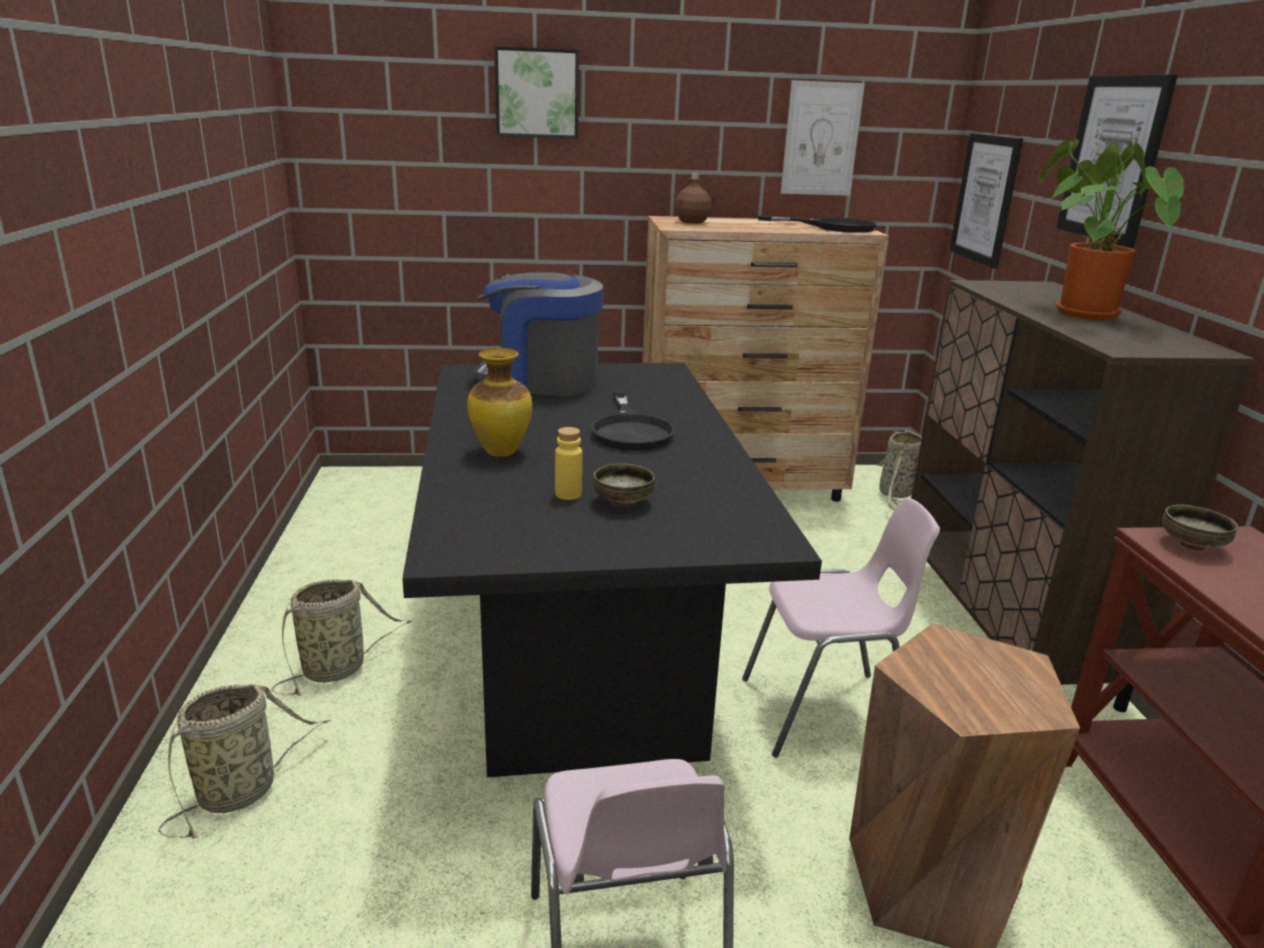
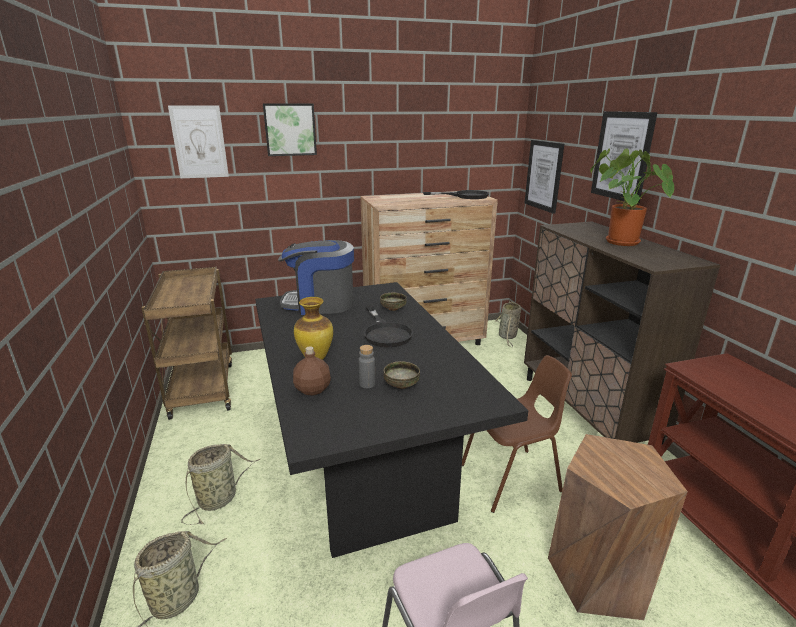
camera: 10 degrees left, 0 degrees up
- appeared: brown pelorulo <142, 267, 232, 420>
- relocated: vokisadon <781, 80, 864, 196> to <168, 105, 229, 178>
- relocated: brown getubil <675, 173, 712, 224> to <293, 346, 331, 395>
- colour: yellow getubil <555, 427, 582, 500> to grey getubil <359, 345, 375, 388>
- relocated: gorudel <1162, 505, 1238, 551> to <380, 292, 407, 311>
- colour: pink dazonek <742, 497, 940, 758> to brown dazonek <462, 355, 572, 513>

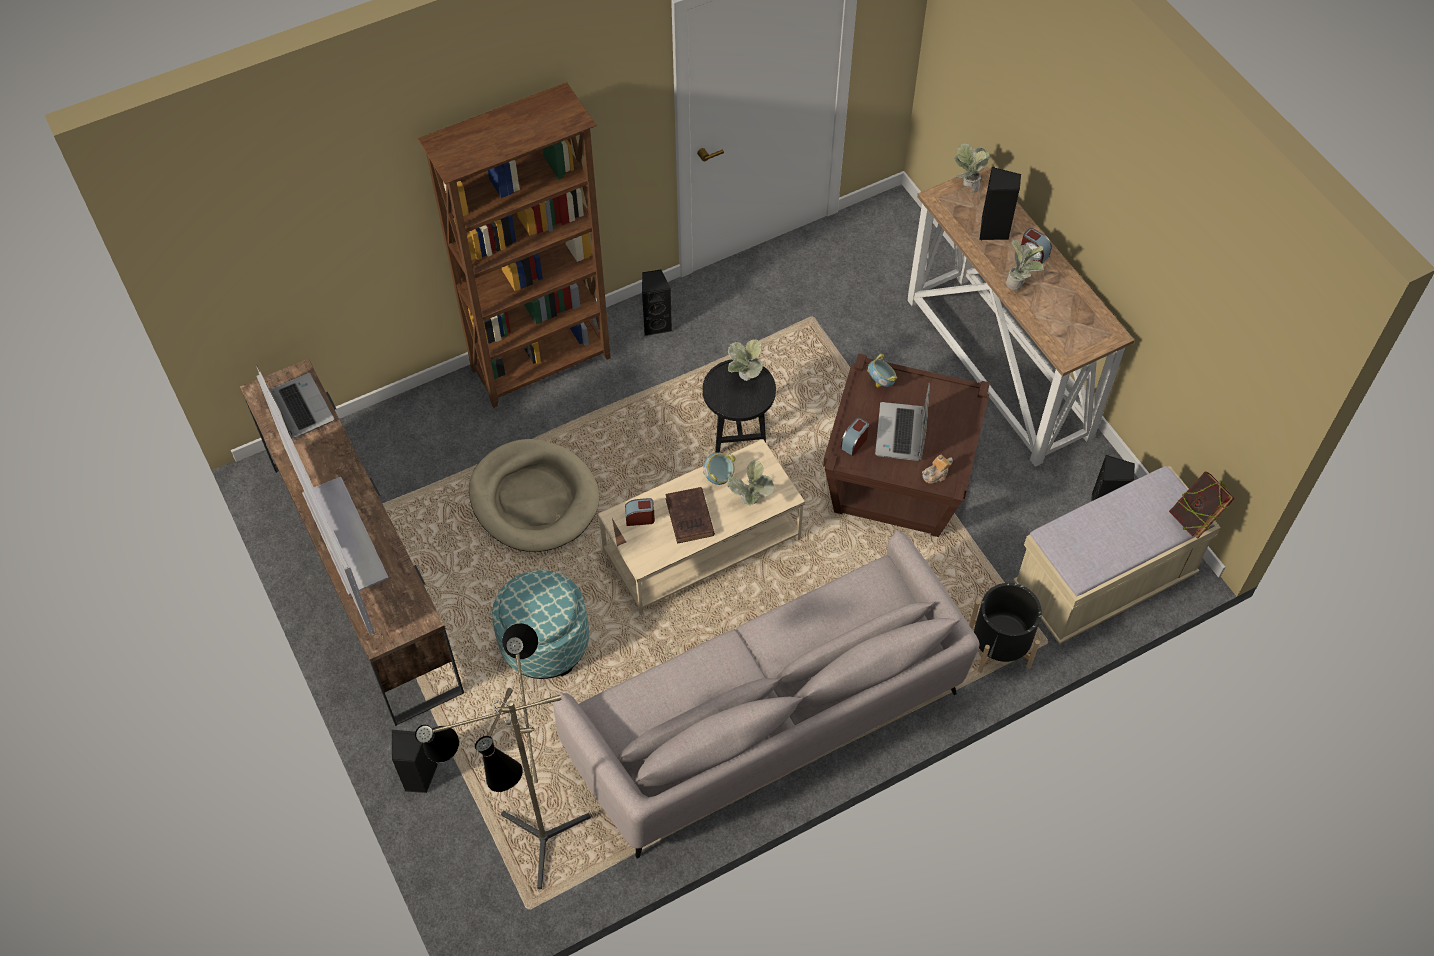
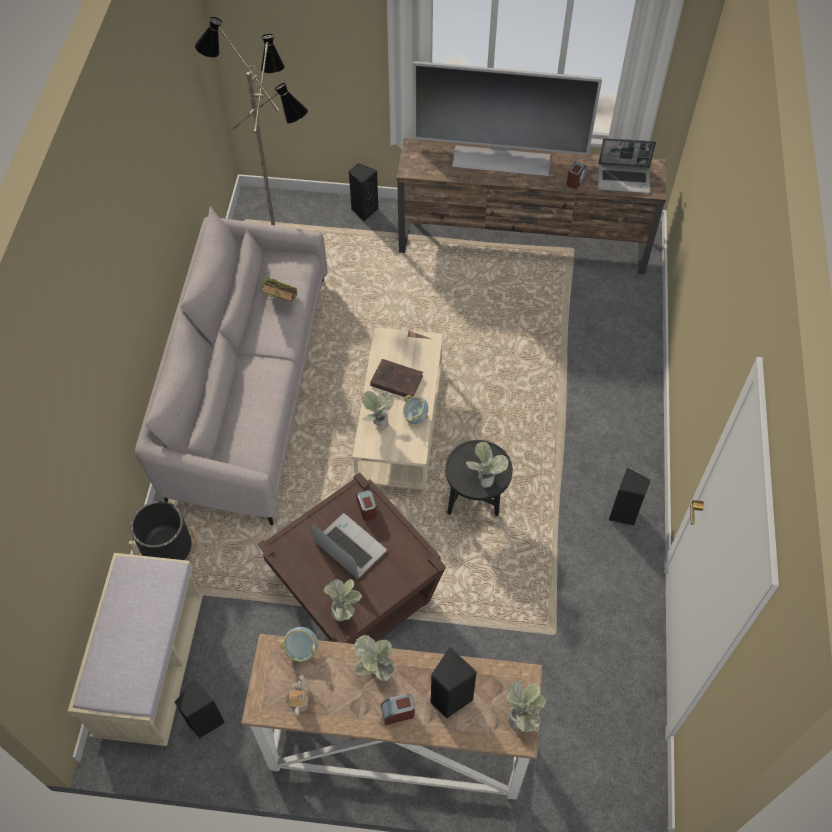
camera: 125 degrees right, 0 degrees up
- relocated: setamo <1169, 471, 1235, 539> to <261, 278, 297, 302>
- relocated: gorudel <867, 354, 897, 387> to <280, 627, 318, 662>
- relocated: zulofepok <922, 455, 953, 484> to <289, 675, 310, 716>
- appeared: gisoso <324, 579, 362, 621>
- relocated: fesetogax <625, 498, 655, 526> to <567, 161, 587, 189>
- missing: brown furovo <418, 82, 611, 408>
- missing: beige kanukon <469, 439, 599, 552>
- missing: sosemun <492, 570, 589, 679>

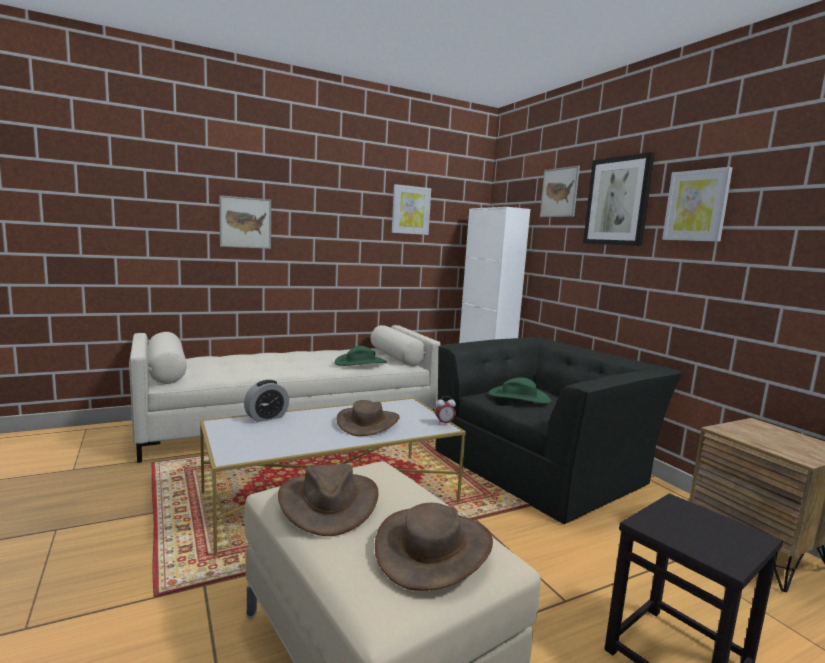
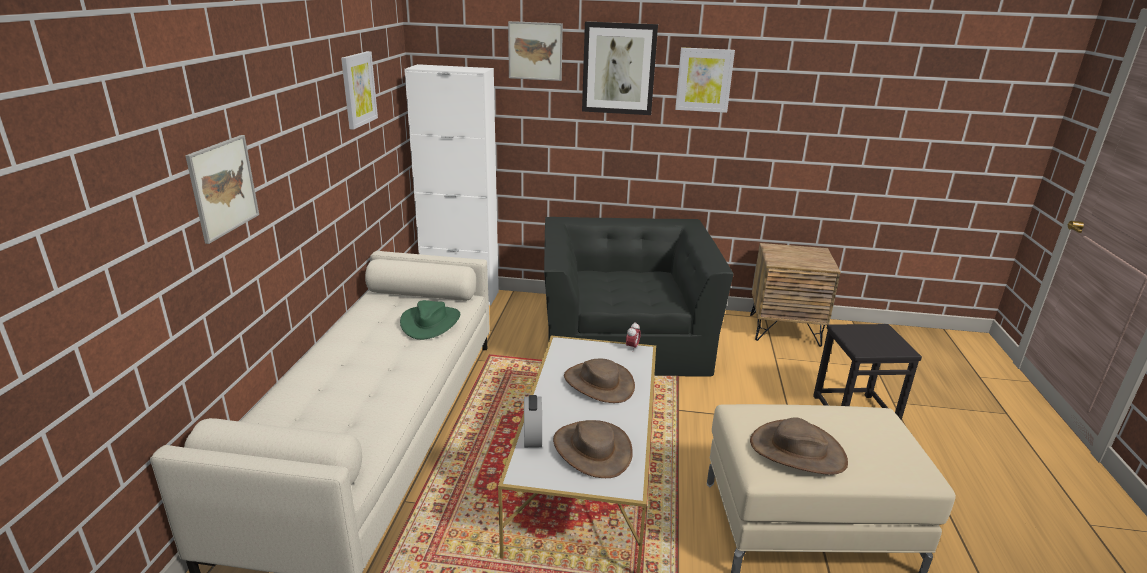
camera: 55 degrees left, 15 degrees up
- relocated: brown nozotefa <375, 503, 493, 591> to <553, 420, 633, 478>
- missing: green nozotefa <488, 377, 551, 404>

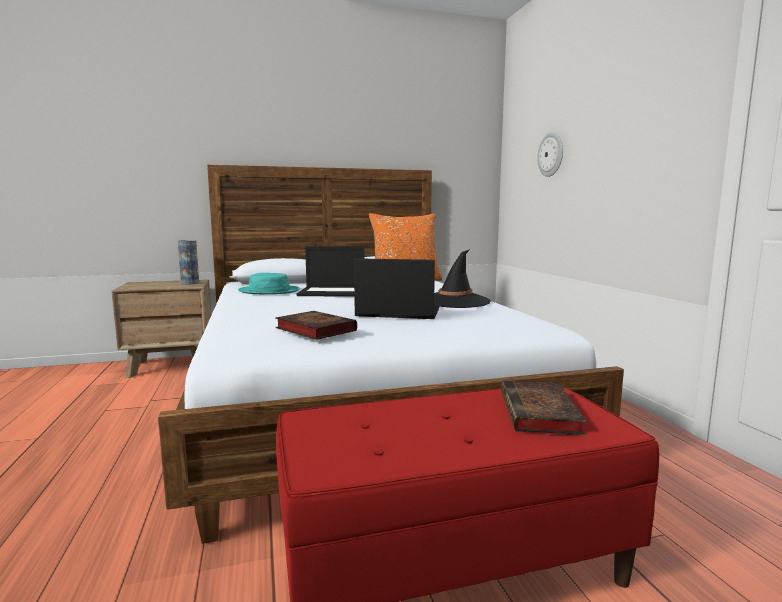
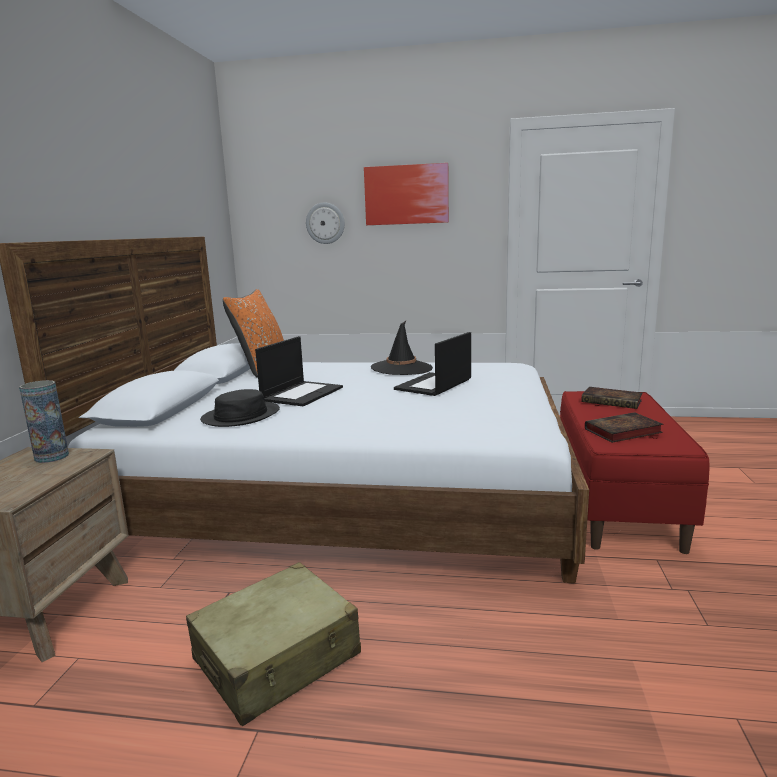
camera: 65 degrees left, 5 degrees up
- appeared: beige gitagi <186, 562, 361, 726>
- colour: turquoise nozotefa <238, 273, 300, 294> to black nozotefa <200, 389, 280, 427>
- appeared: vokisadon <364, 163, 449, 225>
- relocated: setamo <275, 311, 357, 340> to <585, 412, 663, 443>

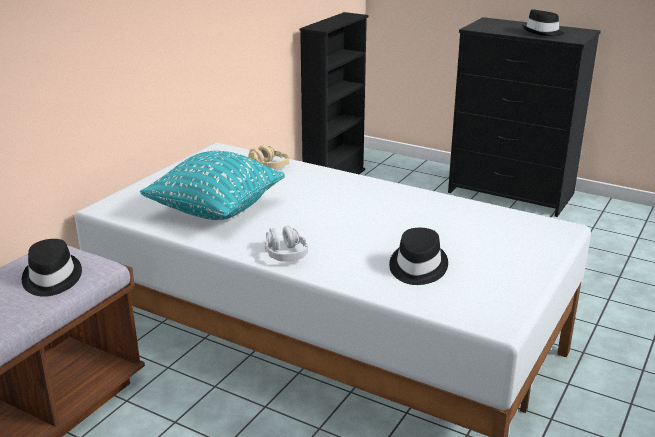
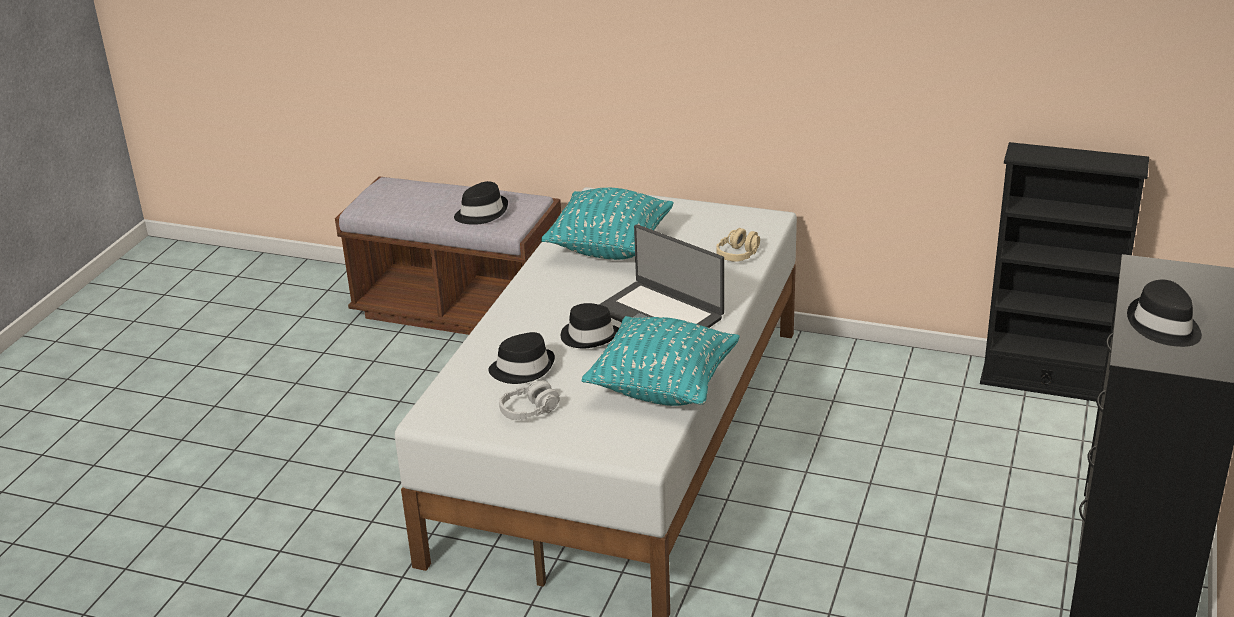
camera: 80 degrees right, 5 degrees up
- relocated: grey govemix <265, 226, 308, 262> to <499, 381, 560, 420>
- appeared: black nozotefa <561, 303, 619, 348>
- appeared: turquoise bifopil <582, 316, 740, 406>
- appeared: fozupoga <599, 225, 724, 328>

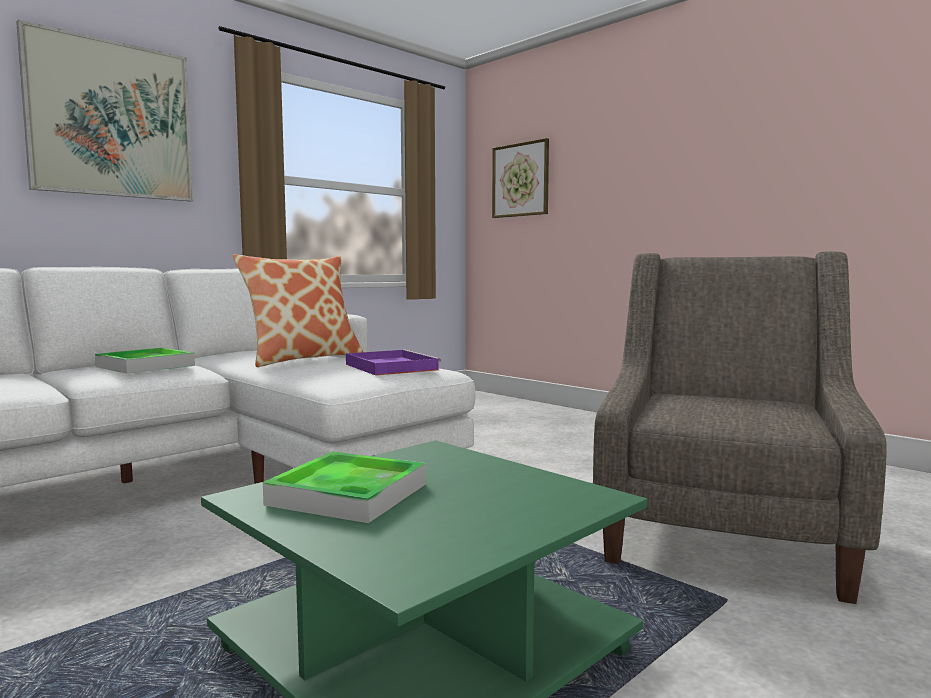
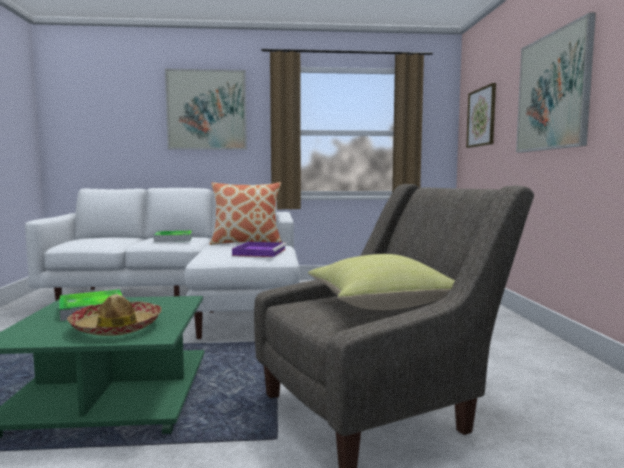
camera: 40 degrees right, 0 degrees up
- appeared: nozotefa <67, 294, 162, 336>
- appeared: yellow bifopil <308, 254, 455, 310>
- appeared: vokisadon <516, 12, 596, 153>

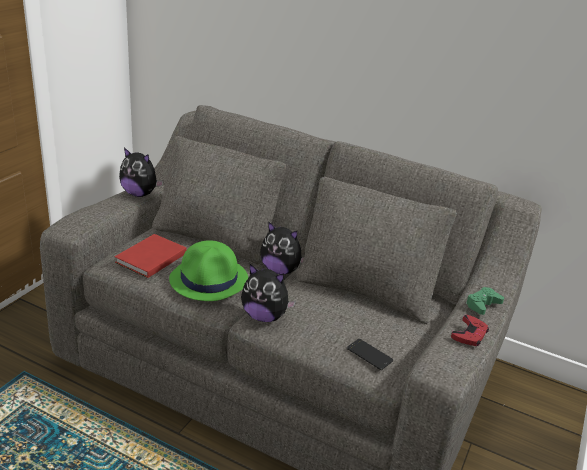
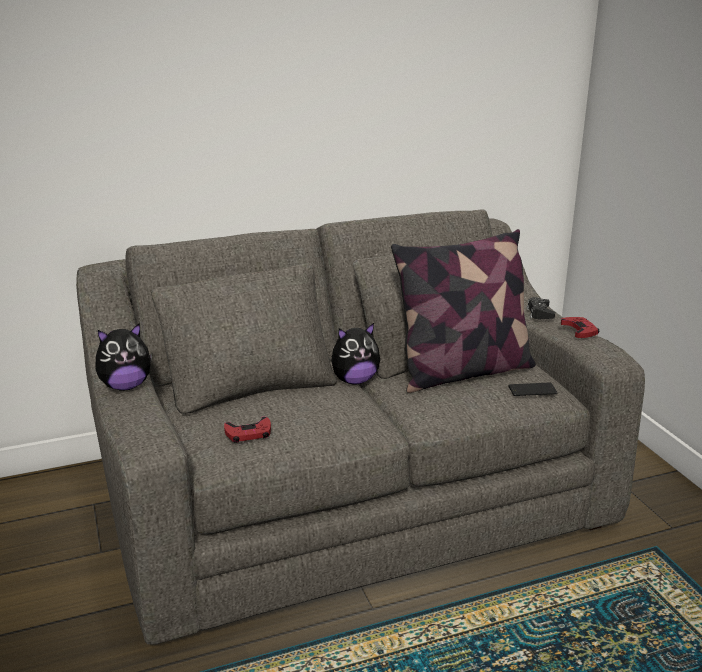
camera: 45 degrees left, 5 degrees down
- exchanged: red setamo <115, 234, 187, 278> to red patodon <224, 417, 271, 443>
- appeared: bifopil <391, 229, 536, 393>
- colour: green patodon <466, 287, 504, 315> to black patodon <527, 297, 555, 319>
- missing: green nozotefa <169, 240, 248, 301>
- missing: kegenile <241, 264, 296, 322>

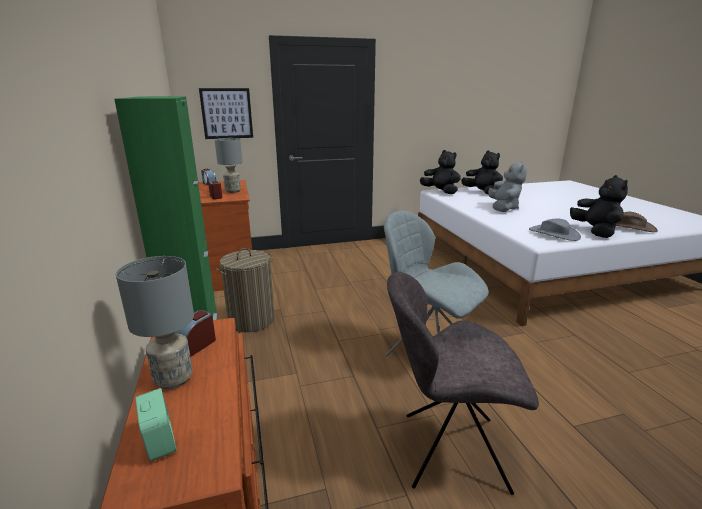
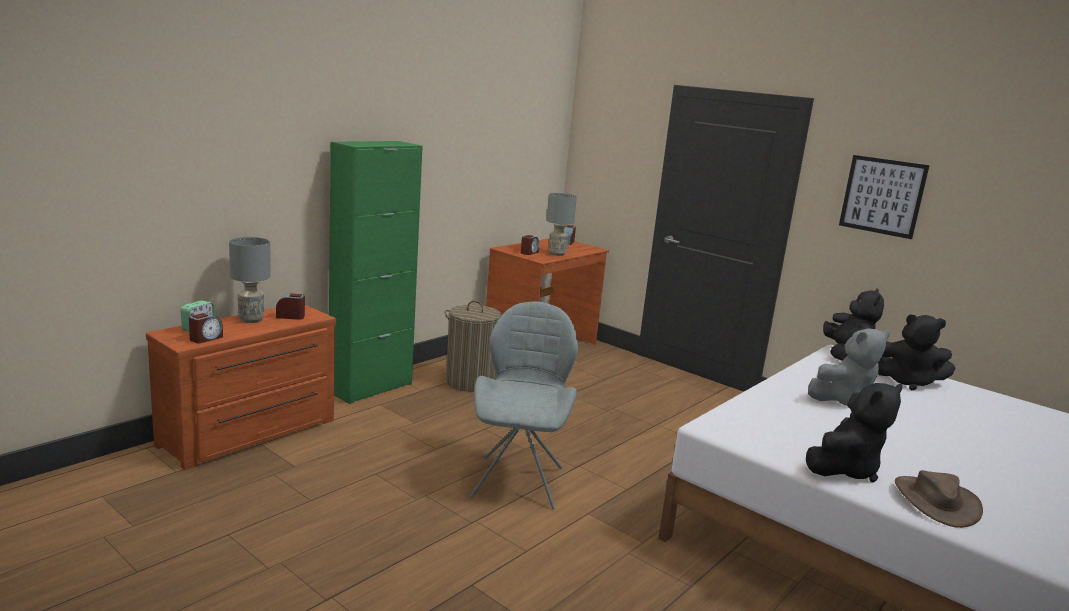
camera: 55 degrees right, 5 degrees down
- appeared: fesetogax <189, 313, 223, 343>
- relocated: vokisadon <199, 88, 253, 139> to <839, 155, 930, 239>
- spun: black kegenile <461, 151, 503, 195> = <878, 315, 956, 390> 90 degrees clockwise
- missing: grey dazonek <387, 271, 539, 495>
- missing: grey nozotefa <529, 218, 581, 241>

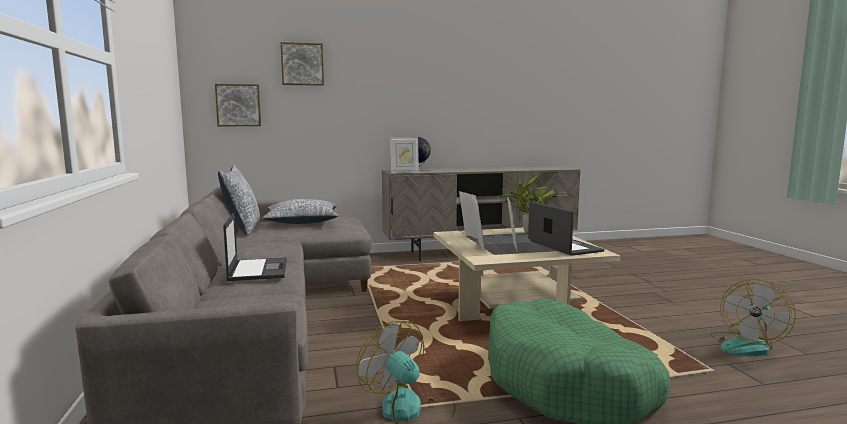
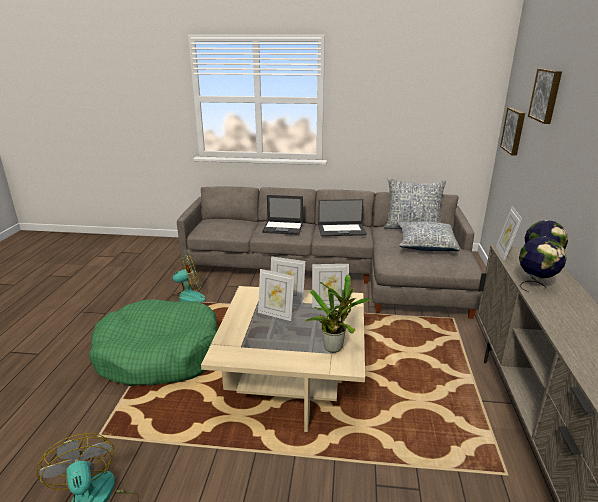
camera: 110 degrees right, 15 degrees up
- relocated: fozupoga <528, 201, 605, 256> to <318, 199, 367, 236>
- appeared: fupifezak <519, 236, 567, 292>

